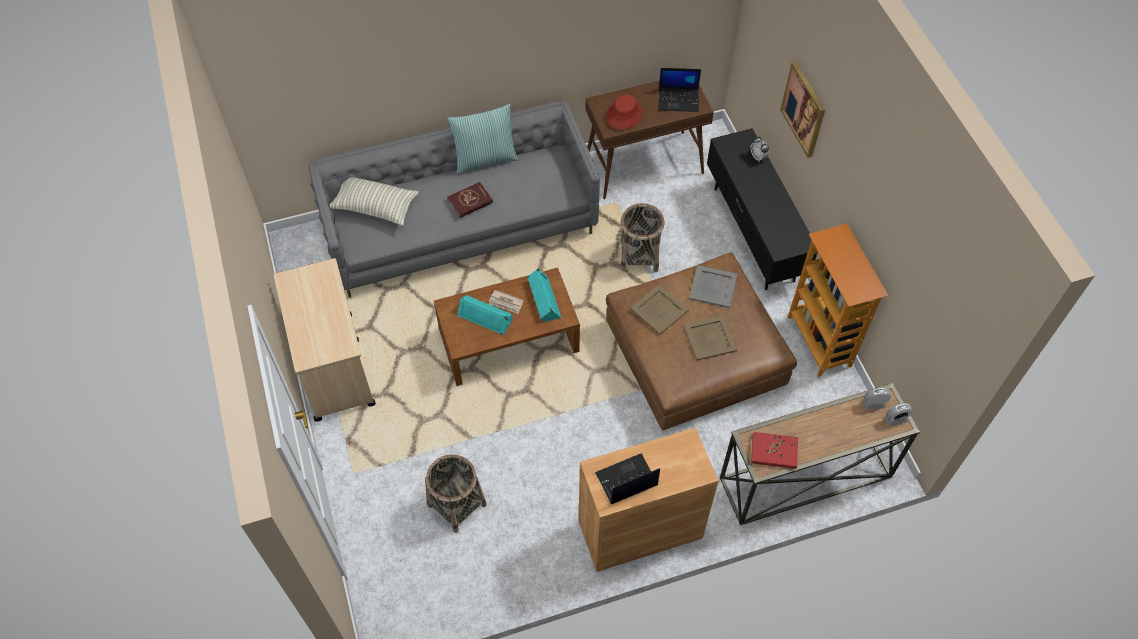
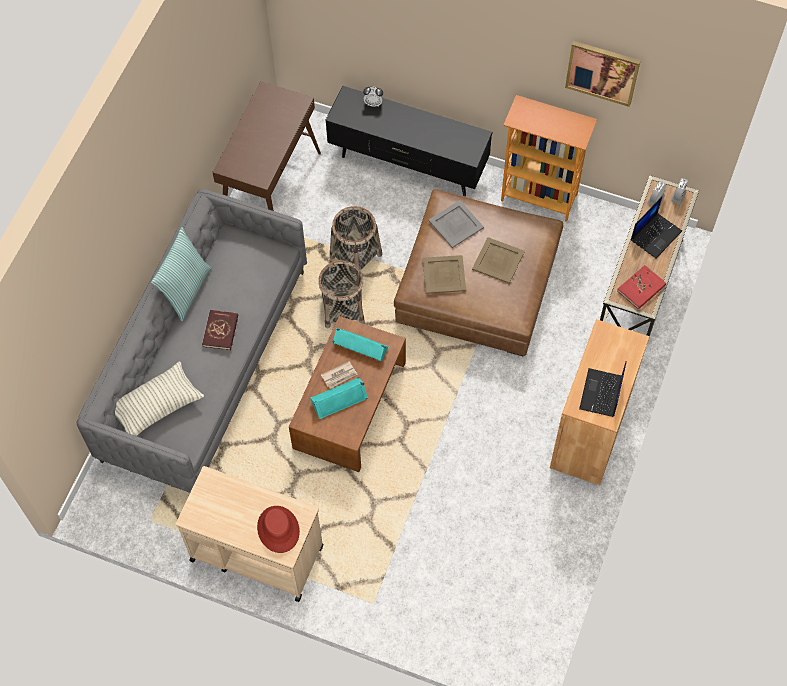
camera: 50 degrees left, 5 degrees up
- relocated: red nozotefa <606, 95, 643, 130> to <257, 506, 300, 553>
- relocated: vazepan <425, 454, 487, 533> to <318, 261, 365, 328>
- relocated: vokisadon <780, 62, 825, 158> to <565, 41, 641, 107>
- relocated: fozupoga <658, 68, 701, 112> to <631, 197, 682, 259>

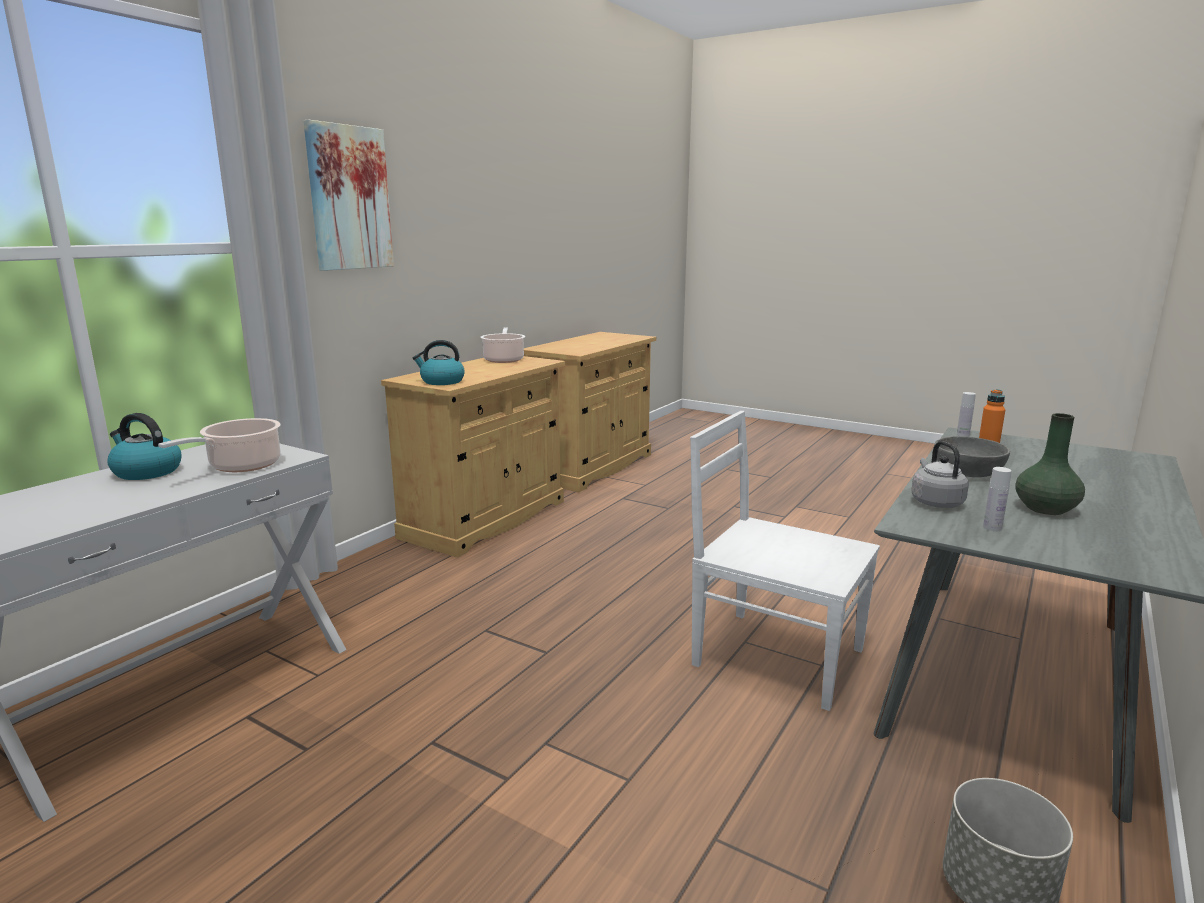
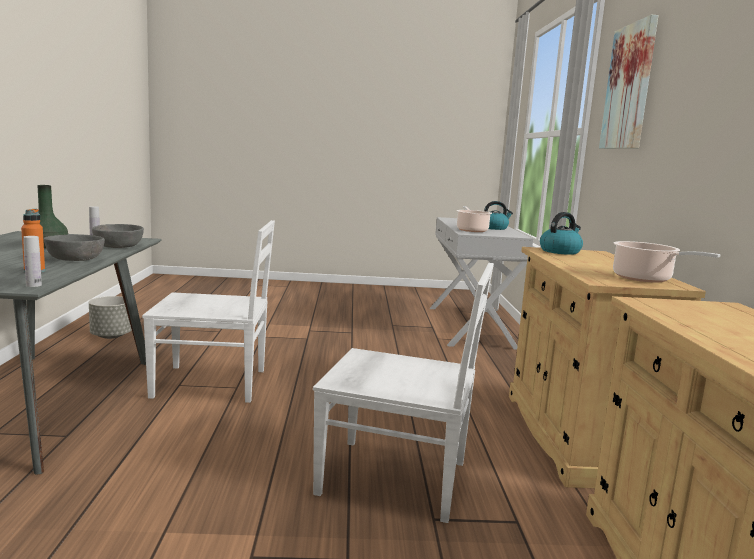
camera: 145 degrees right, 5 degrees down
- exchanged: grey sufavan <911, 441, 969, 508> to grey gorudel <92, 224, 144, 248>
- appeared: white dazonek <313, 262, 494, 523>

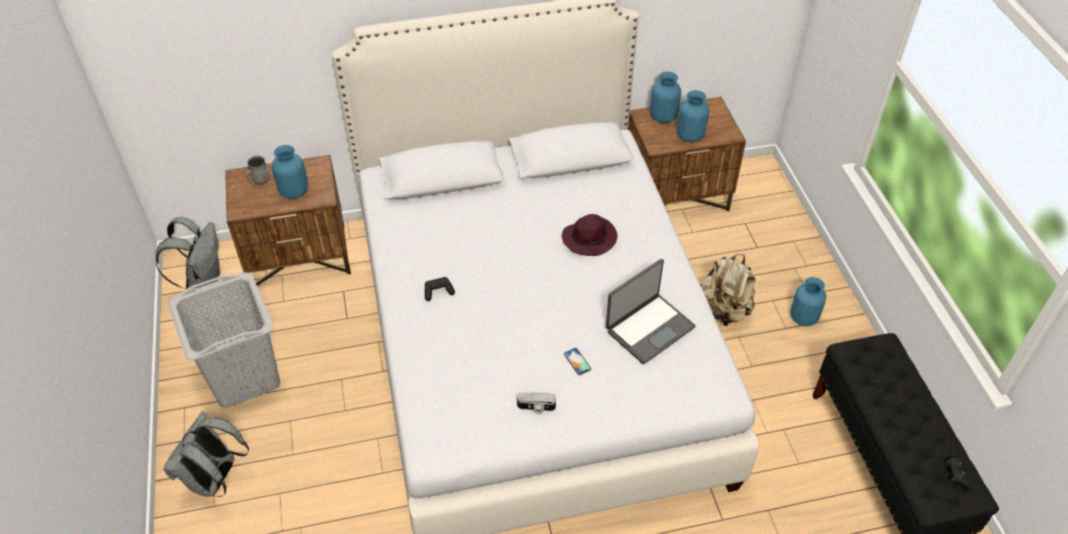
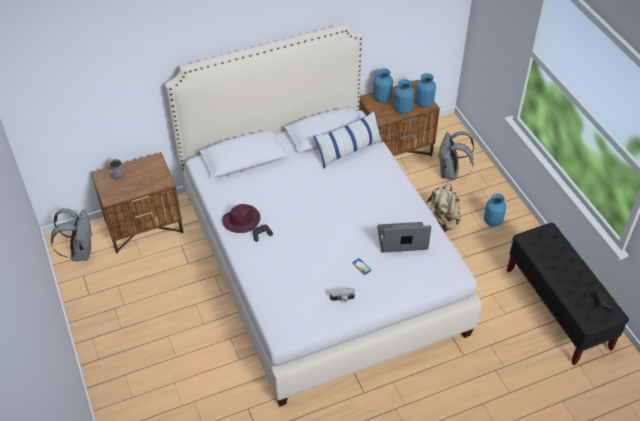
camera: 10 degrees left, 0 degrees up
- relocated: purple nozotefa <562, 214, 618, 256> to <222, 204, 260, 233>
- appeared: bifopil <314, 110, 383, 169>
- spun: fozupoga <606, 259, 696, 364> = <377, 222, 432, 253> 135 degrees counterclockwise
- relocated: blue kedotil <272, 145, 308, 199> to <415, 73, 436, 108>
- relocated: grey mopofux <163, 411, 249, 497> to <438, 131, 474, 180>
- missing: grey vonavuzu <168, 272, 280, 408>

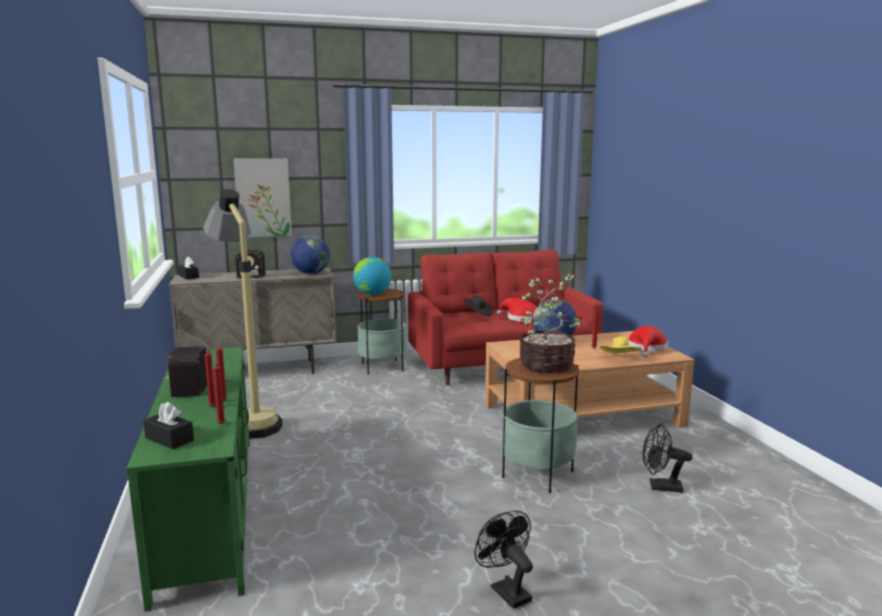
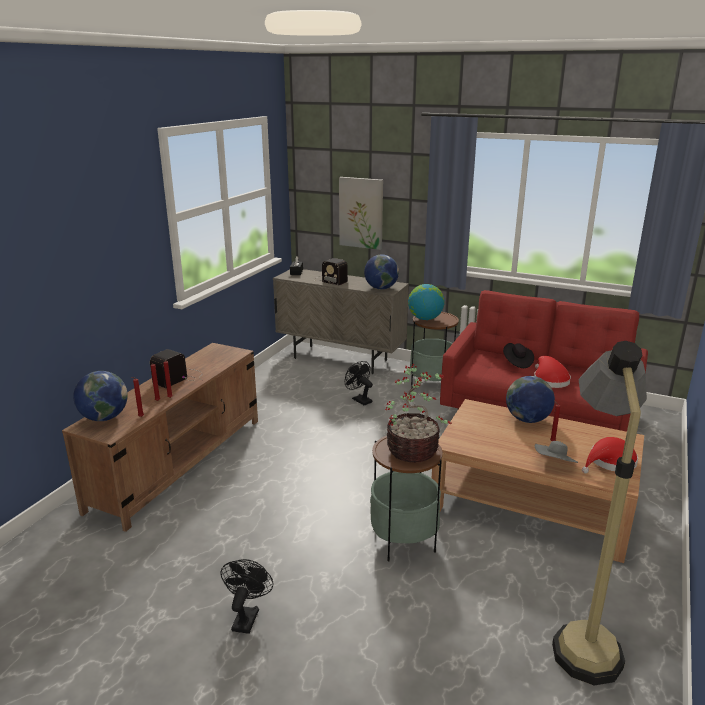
camera: 40 degrees right, 10 degrees up
- colour: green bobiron <126, 347, 250, 612> to brown bobiron <62, 343, 258, 532>
- exchanged: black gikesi <143, 402, 194, 449> to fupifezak <73, 371, 128, 421>
- relocated: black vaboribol <643, 424, 693, 492> to <345, 361, 373, 405>
- colour: yellow nozotefa <600, 336, 641, 354> to grey nozotefa <535, 441, 578, 463>
- relocated: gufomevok <203, 189, 283, 439> to <552, 341, 647, 686>

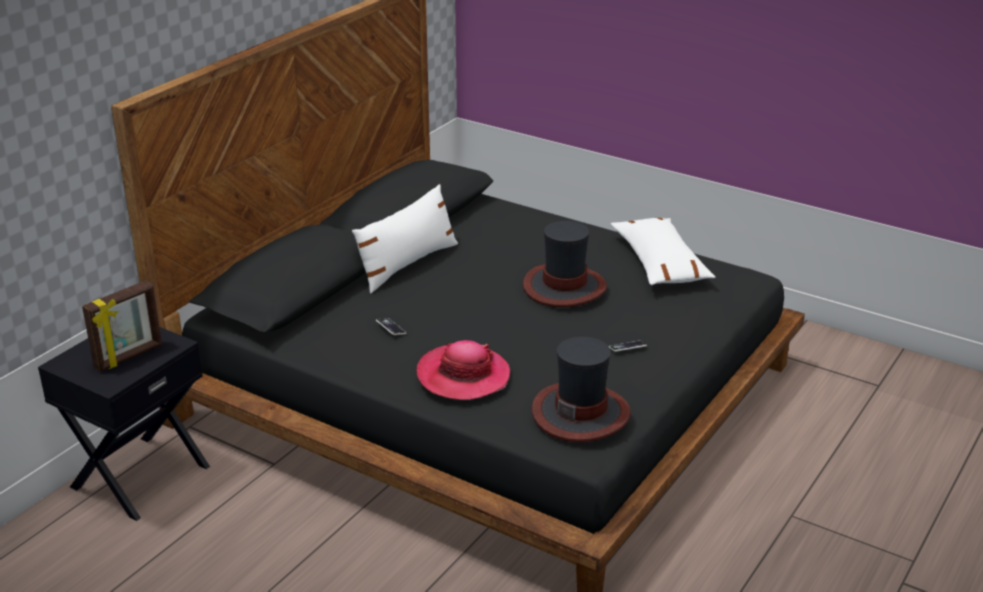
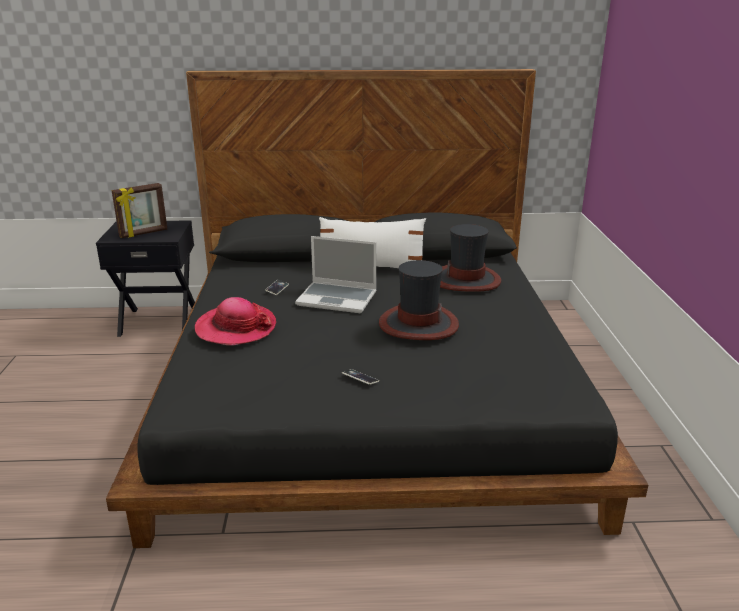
camera: 55 degrees right, 5 degrees down
- spun: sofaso <82, 280, 162, 372> = <112, 183, 167, 238> 45 degrees counterclockwise
- appeared: fozupoga <295, 236, 377, 313>
- relocated: nozotefa <532, 336, 631, 442> to <440, 224, 501, 292>
- missing: white bifopil <611, 218, 715, 286>

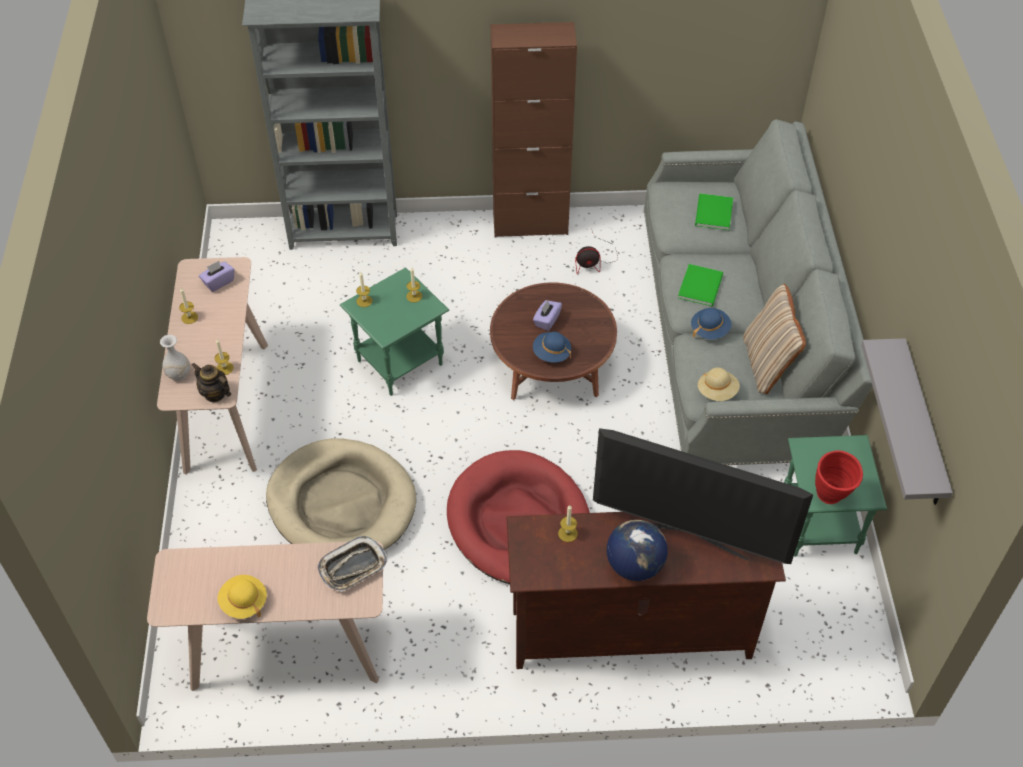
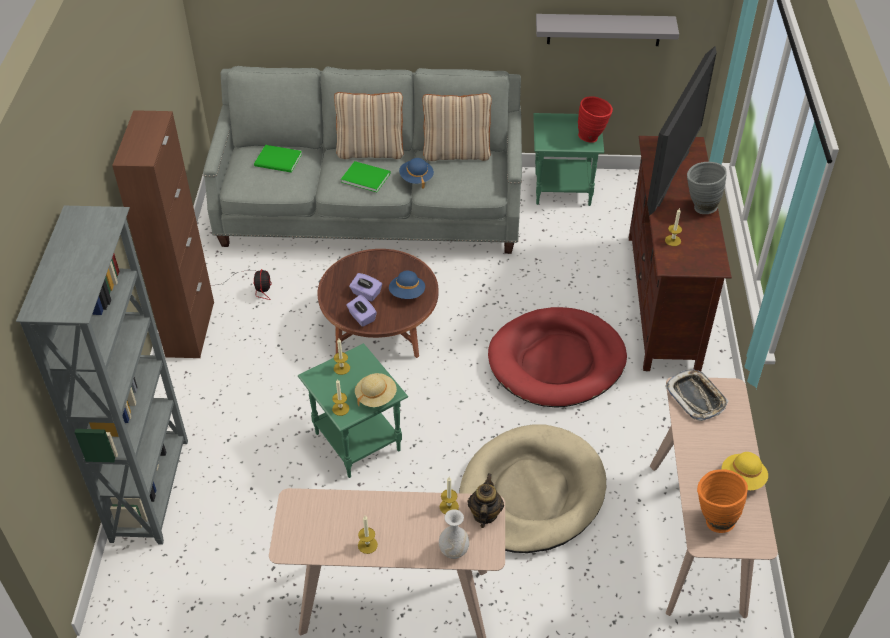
camera: 85 degrees left, 5 degrees down
- appeared: beige bifopil <334, 92, 404, 159>
- relocated: purple gikesi <199, 261, 235, 292> to <346, 295, 377, 327>
- relocated: beige nozotefa <698, 368, 740, 401> to <355, 373, 397, 407>
- spun: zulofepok <192, 363, 231, 402> = <468, 474, 504, 528> 150 degrees clockwise
- exchanged: fupifezak <607, 520, 668, 581> to grey kedotil <687, 162, 727, 214>
- appeared: orange kedotil <697, 469, 748, 533>

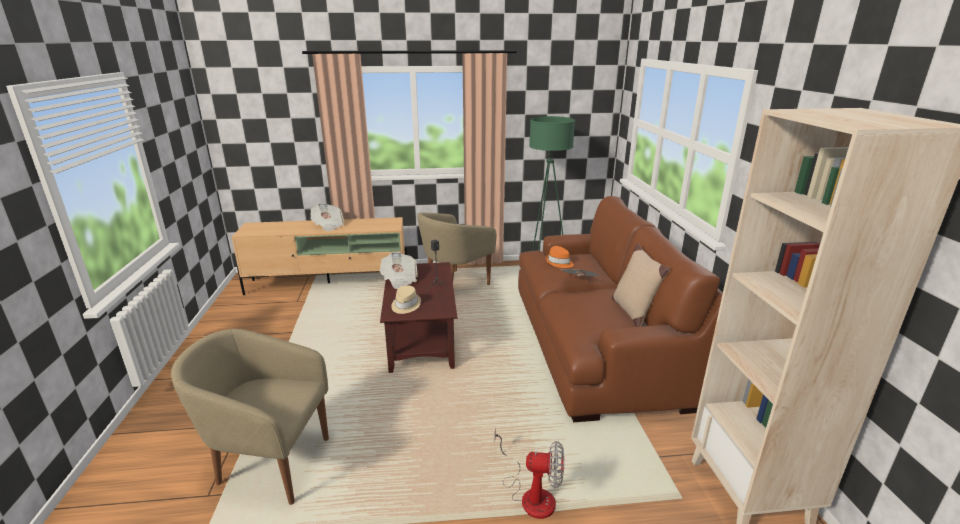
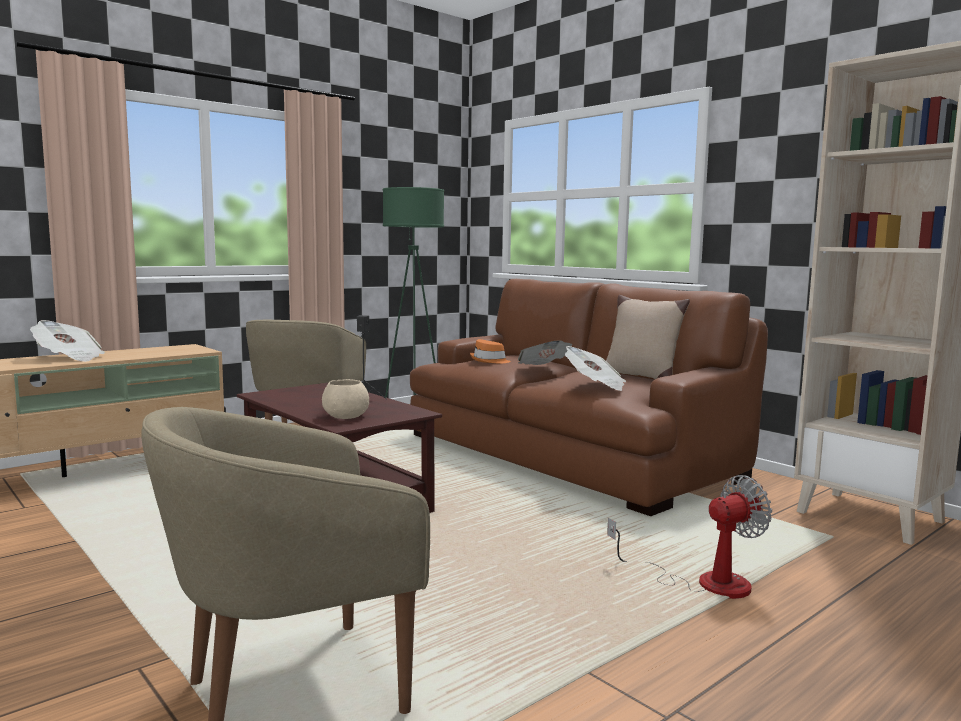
camera: 35 degrees left, 15 degrees down
- exchanged: beige nozotefa <391, 286, 421, 314> to beige gorudel <322, 379, 369, 419>
- relocated: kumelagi <380, 252, 418, 289> to <565, 346, 626, 391>

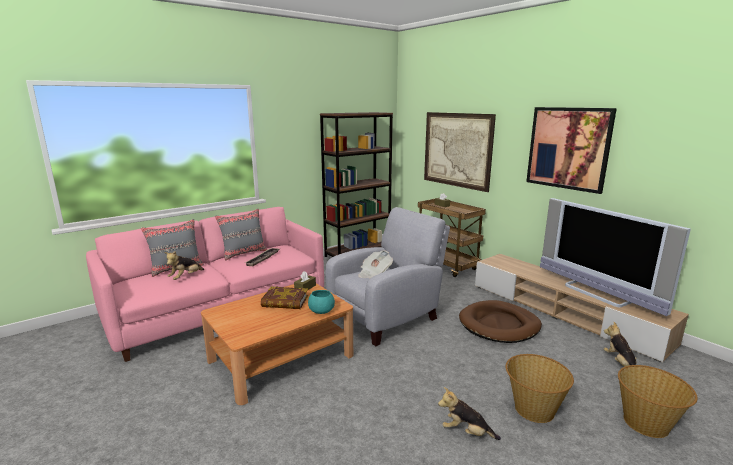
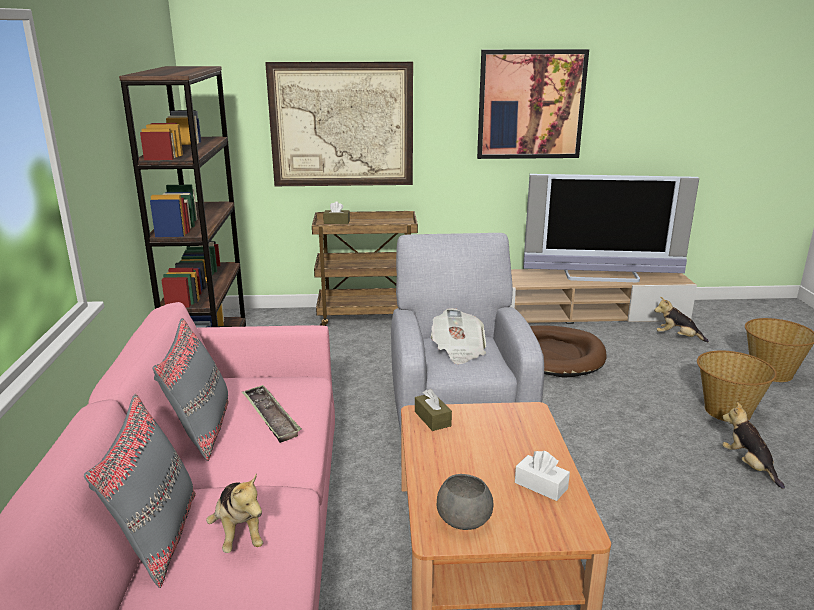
camera: 55 degrees left, 5 degrees up
- appeared: grey gorudel <437, 474, 493, 530>
- appeared: white gikesi <515, 451, 570, 501>
- spun: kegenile <438, 387, 501, 440> = <722, 402, 785, 489> 105 degrees clockwise
- missing: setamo <261, 286, 308, 309>
- missing: turquoise gorudel <308, 290, 335, 314>

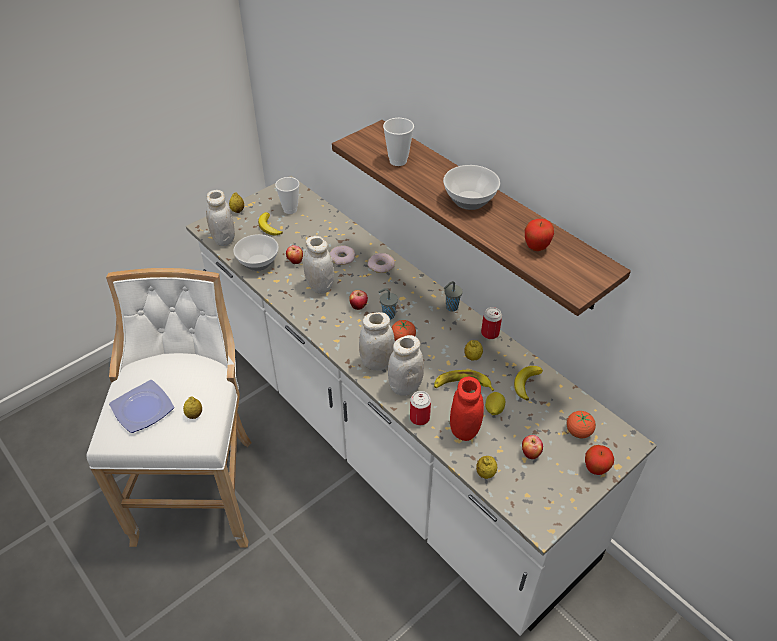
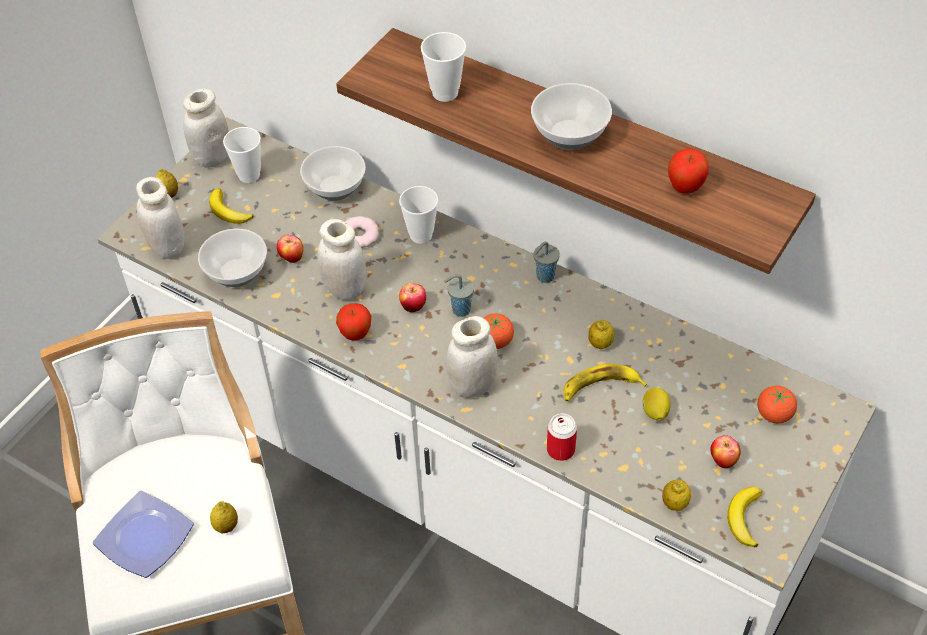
camera: 15 degrees left, 5 degrees up
- relocated: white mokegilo <388, 335, 424, 396> to <183, 88, 229, 168>
- appeared: gorudel <300, 146, 366, 201>
- relocated: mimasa <585, 445, 614, 475> to <336, 303, 371, 340>
- exchanged: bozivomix <368, 253, 395, 273> to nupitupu <399, 186, 438, 244>
- relocated: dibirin <514, 366, 543, 401> to <727, 487, 762, 548>
- missing: red mokegilo <450, 377, 484, 441>
- missing: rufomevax <481, 307, 502, 339>

